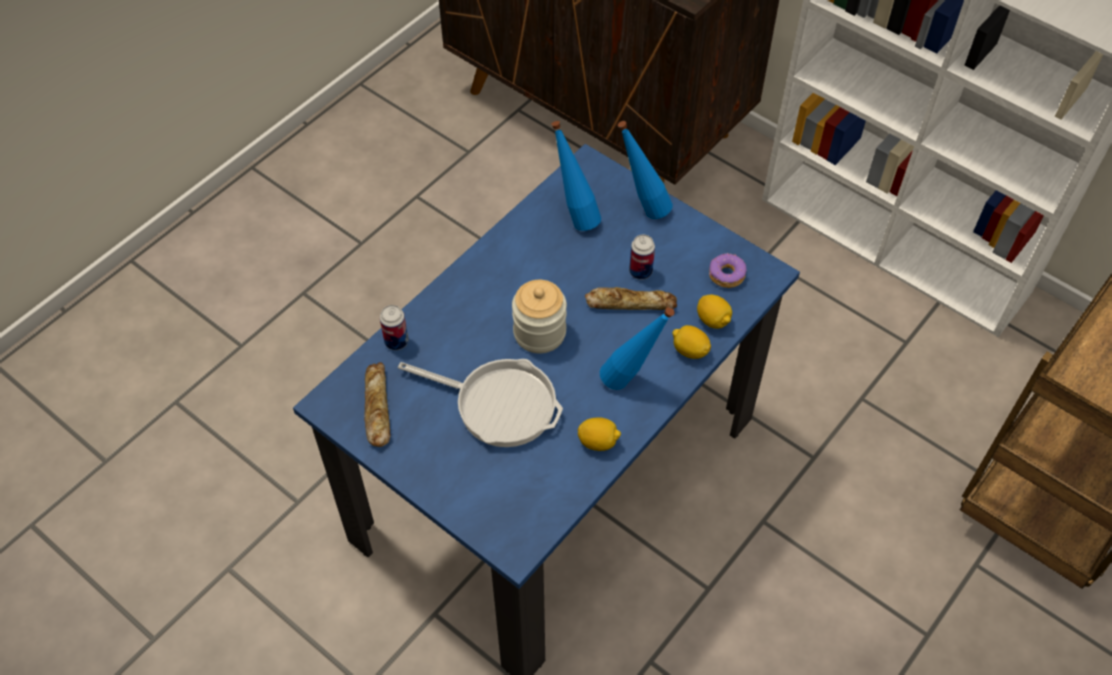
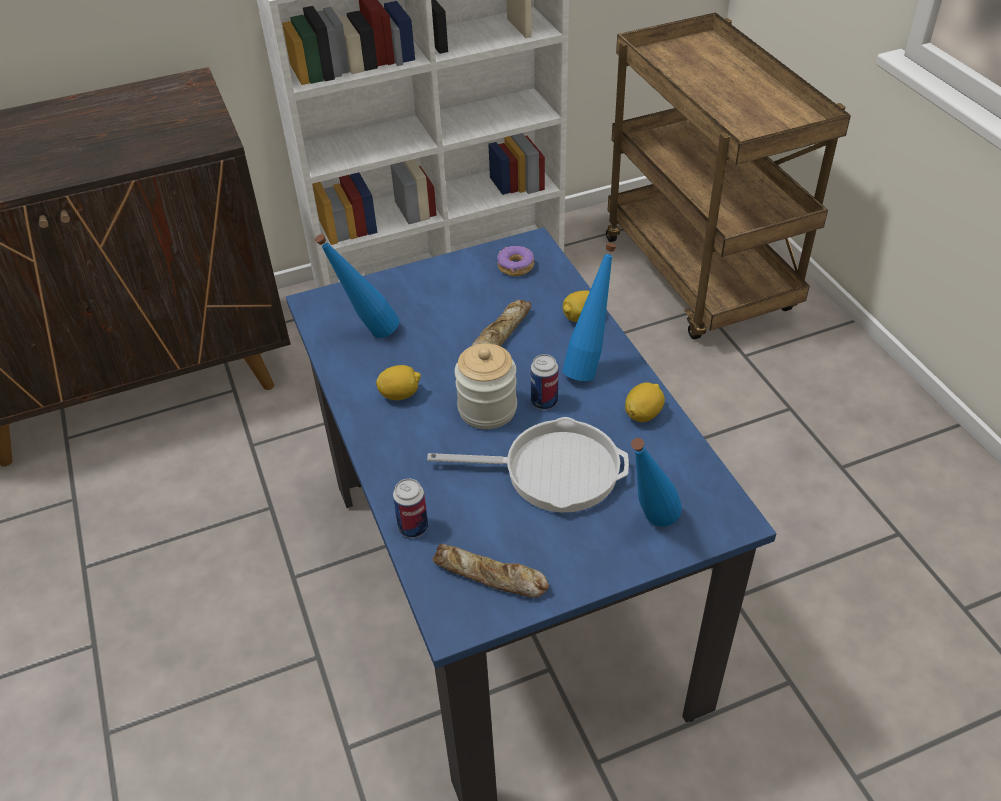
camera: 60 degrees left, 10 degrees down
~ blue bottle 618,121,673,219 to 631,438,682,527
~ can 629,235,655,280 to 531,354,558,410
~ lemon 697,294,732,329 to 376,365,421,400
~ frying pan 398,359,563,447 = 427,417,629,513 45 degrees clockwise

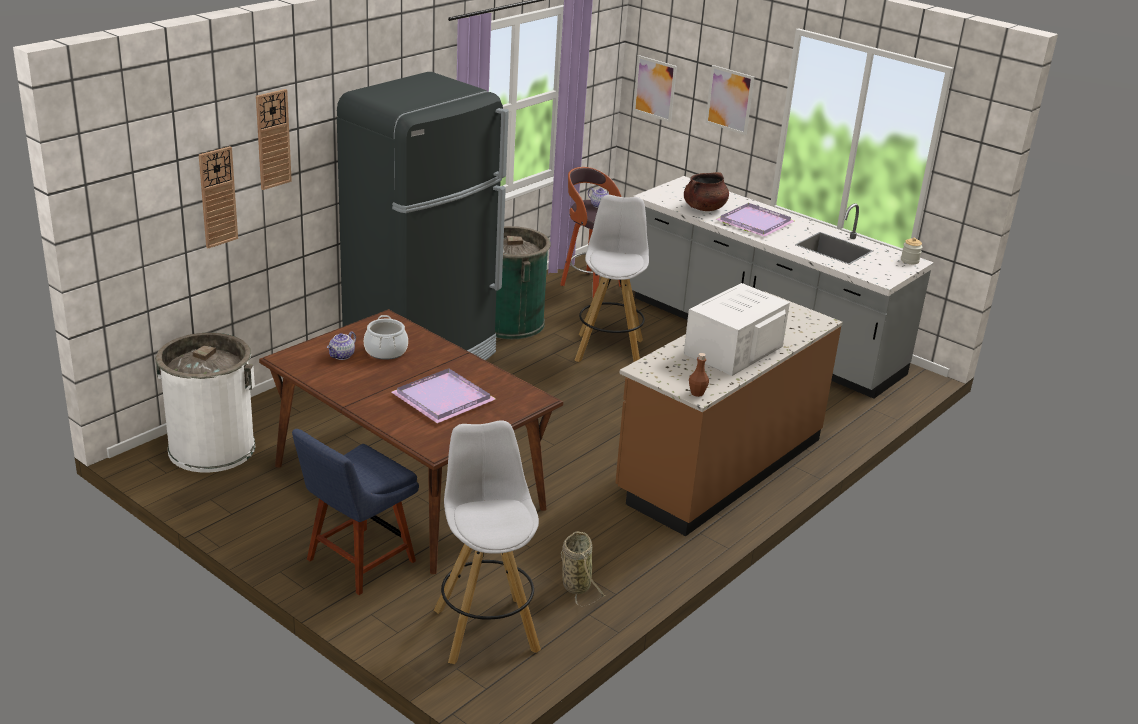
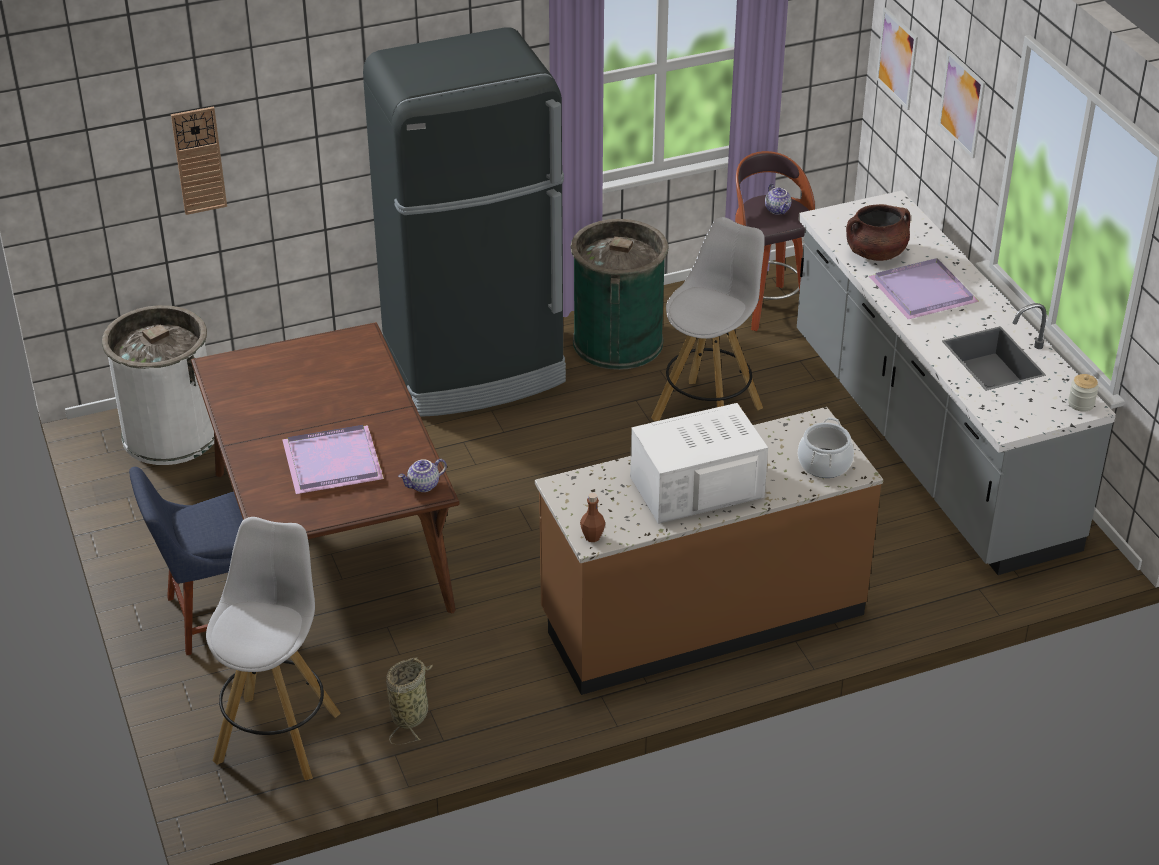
camera: 30 degrees right, 10 degrees up
- wall clock 256,89,292,190
~ cooking pot 364,315,408,360 to 798,417,854,478
~ teapot 327,331,356,360 to 398,459,447,492

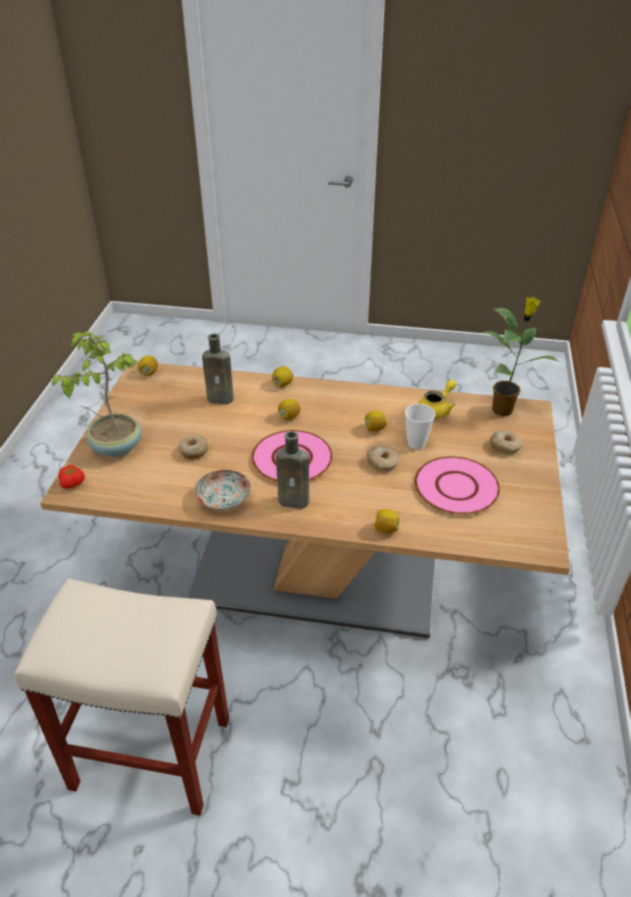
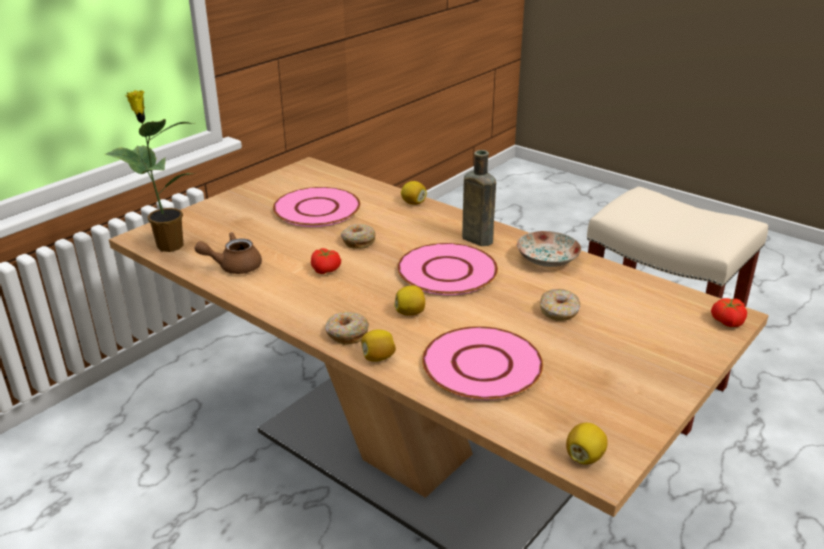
camera: 150 degrees left, 10 degrees down
- potted plant 52,331,141,457
~ brown bottle 202,334,234,404 to pink plate 422,326,543,400
~ yellow teapot 418,380,456,419 to brown teapot 194,232,262,274
- cup 405,404,435,449
~ lemon 365,411,387,432 to tomato 311,248,341,274
~ donut 490,431,522,454 to 325,312,369,345

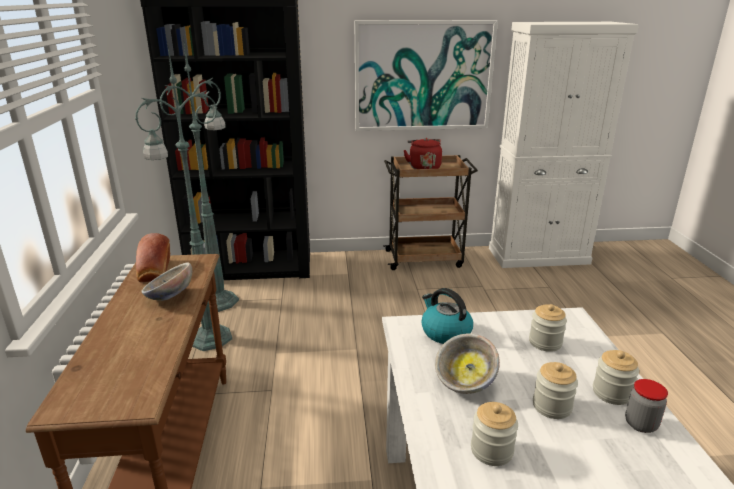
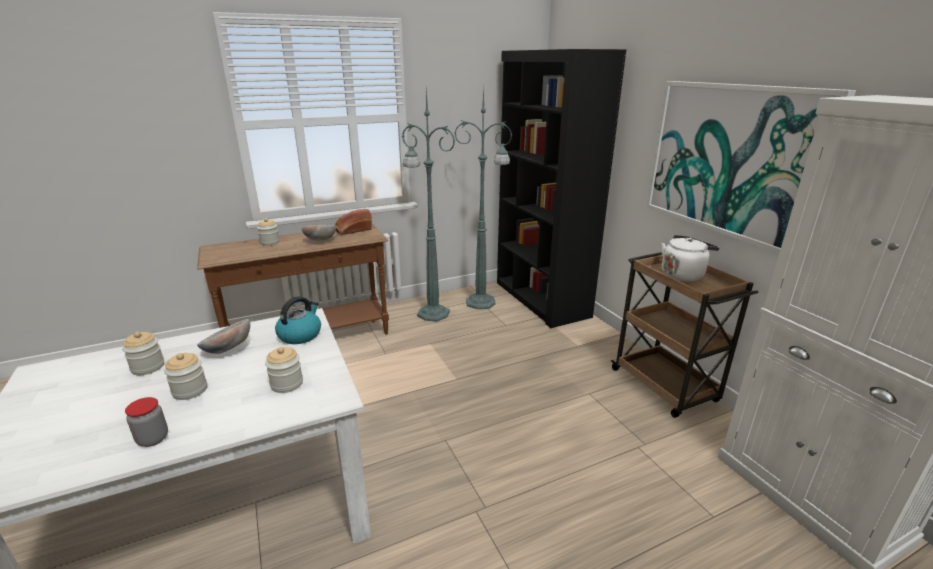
camera: 70 degrees right, 0 degrees up
~ red kettle 404,138,442,169 to white kettle 661,235,720,282
~ jar 593,350,639,405 to 257,218,280,246

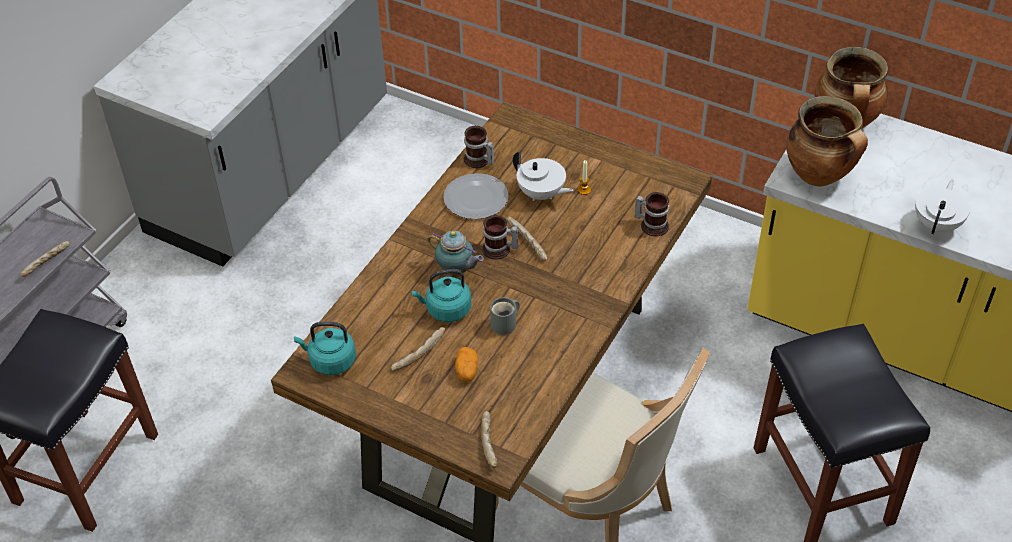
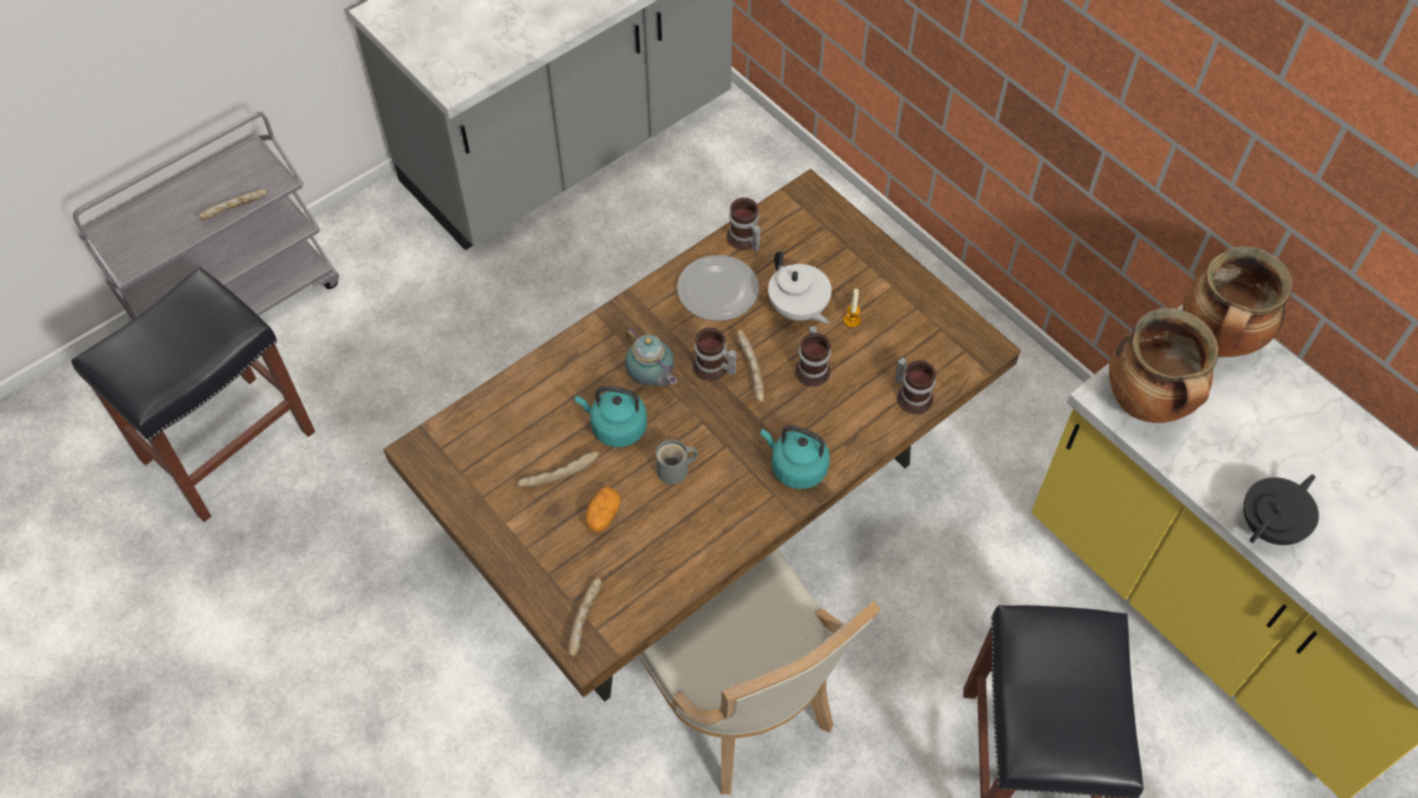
camera: 20 degrees right, 10 degrees up
~ white teapot 915,180,970,234 to black teapot 1243,475,1319,545
~ turquoise kettle 294,322,356,375 to 761,425,830,489
+ mug 795,326,831,387

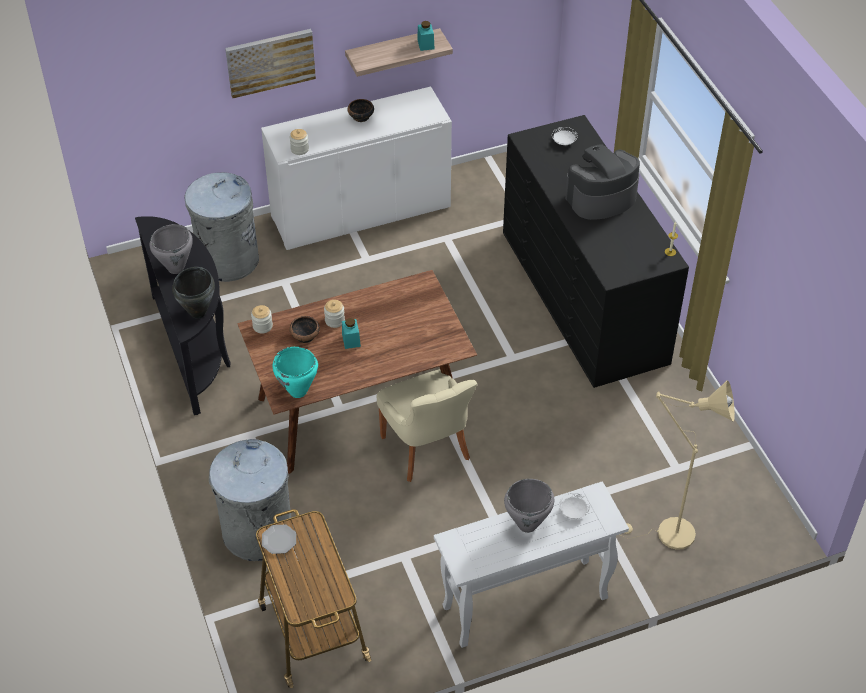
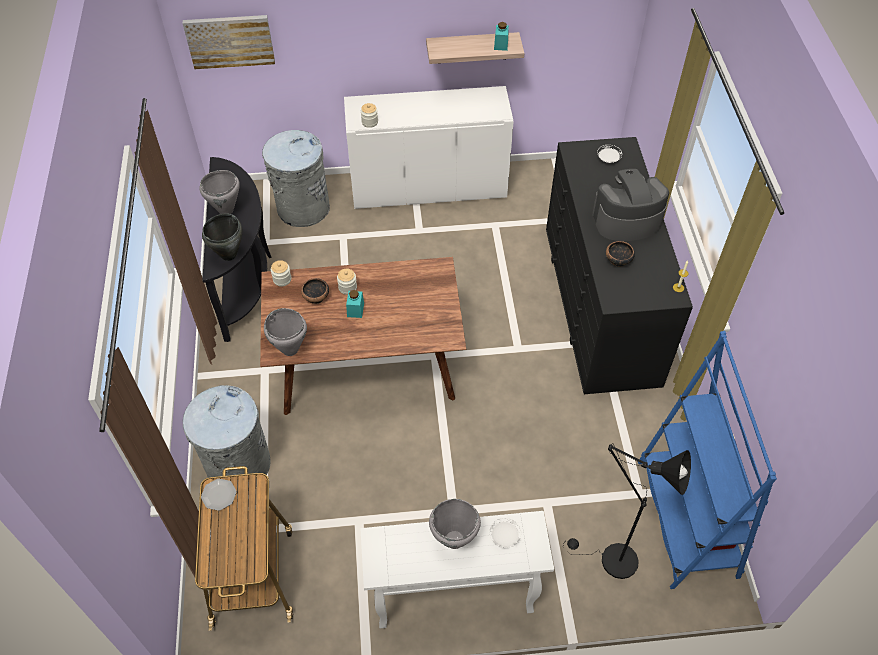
camera: 15 degrees right, 5 degrees up
~ picture 225,29,316,98 to 183,15,275,69
~ bowl 348,99,374,122 to 606,241,635,267
~ turquoise cooking pot 273,347,318,398 to grey cooking pot 264,308,307,356
- beige chair 377,369,477,482
~ beige floor lamp 622,380,735,550 to black floor lamp 563,443,691,579
+ blue bookcase 638,331,777,589

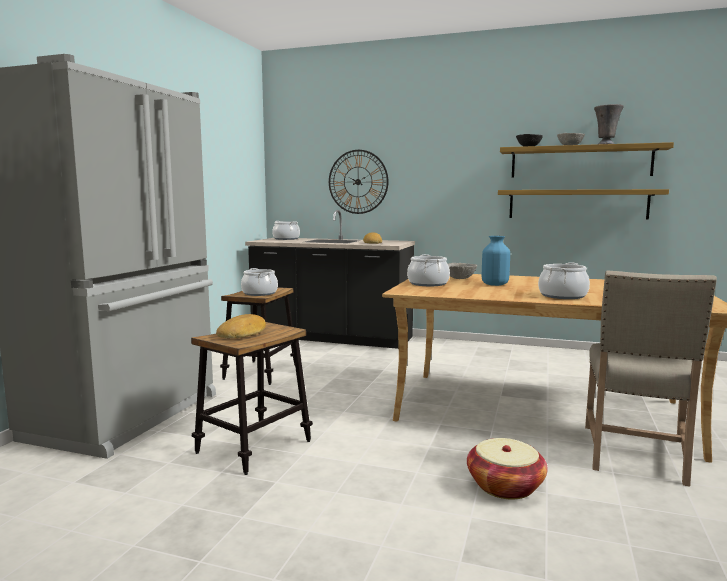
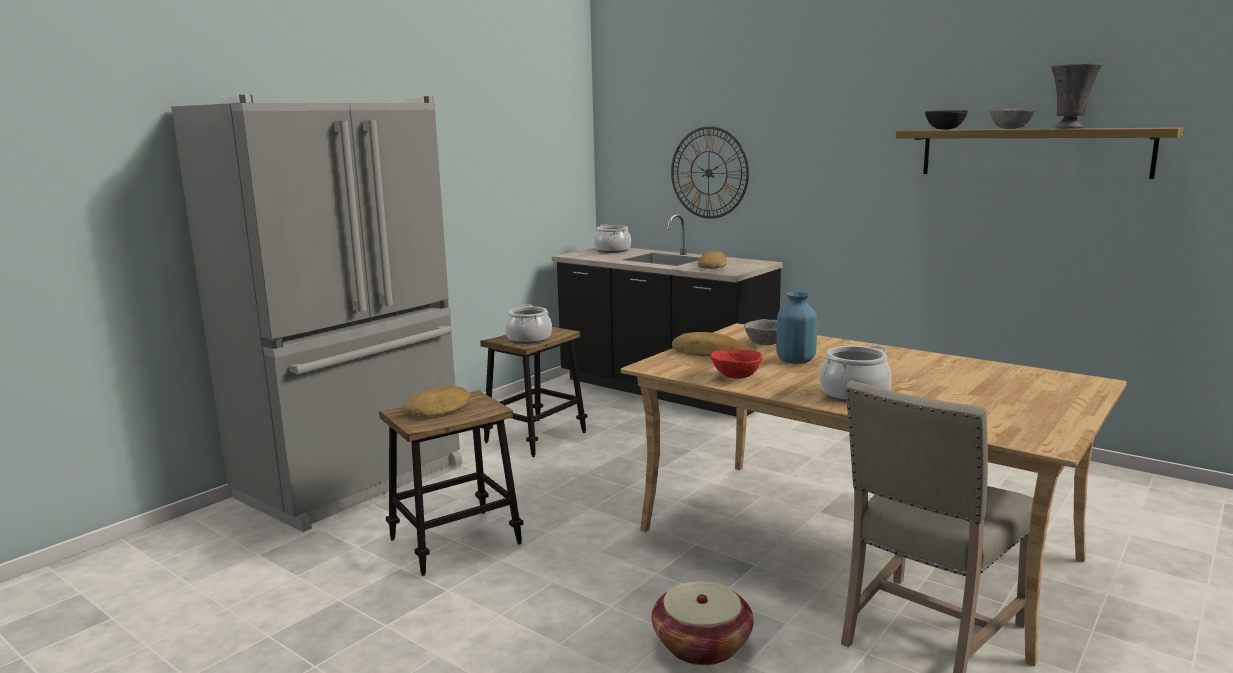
camera: 20 degrees right, 5 degrees up
- shelf 498,189,669,220
~ cooking pot 407,254,450,286 to bread 672,332,741,357
+ red bowl 711,349,762,379

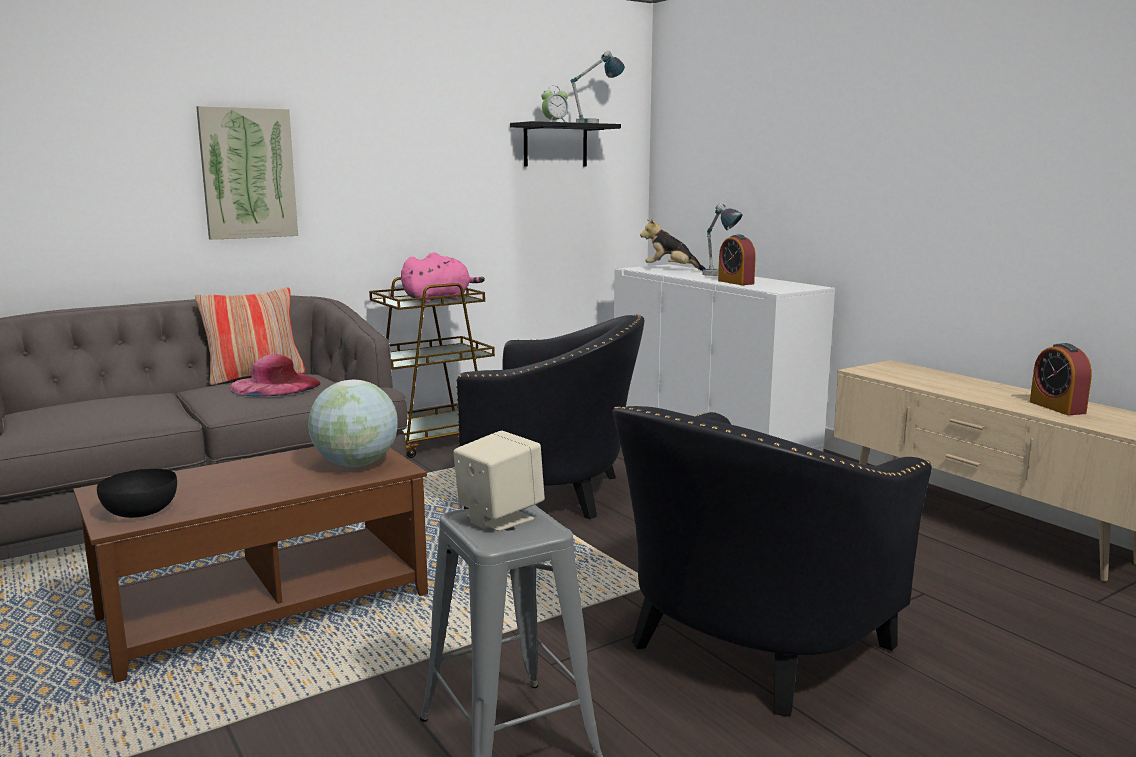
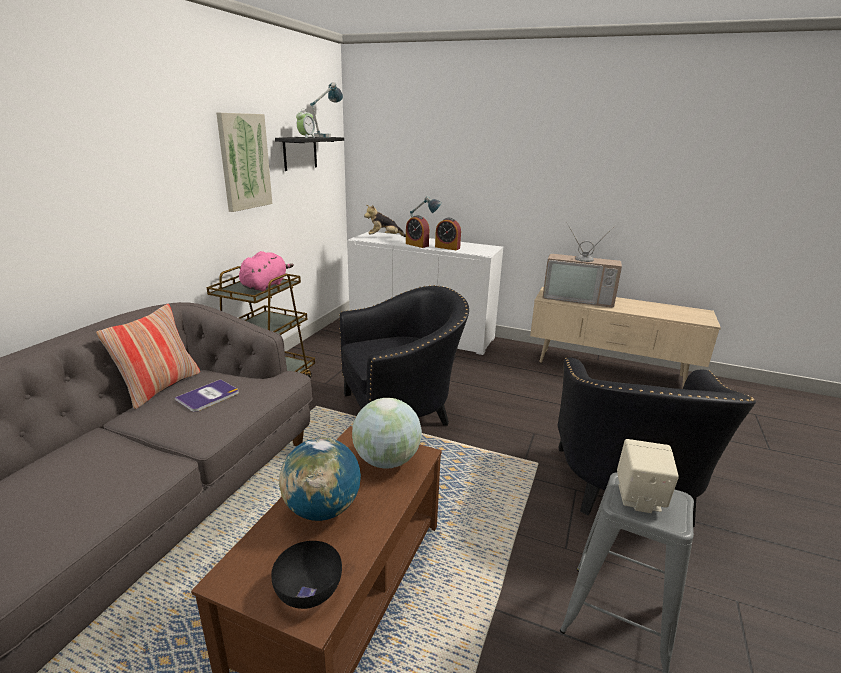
camera: 35 degrees left, 10 degrees up
~ picture 196,106,298,240 to 216,113,272,212
~ alarm clock 1030,343,1092,415 to 406,215,429,248
~ pink hat 229,354,321,396 to book 175,379,239,412
+ television 542,222,622,308
+ globe 279,438,361,521

